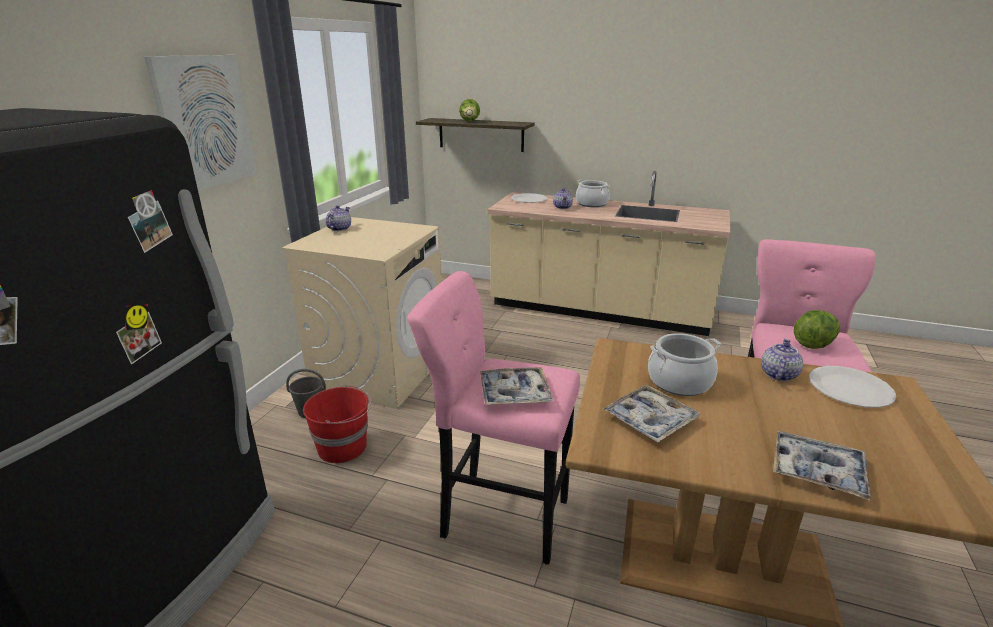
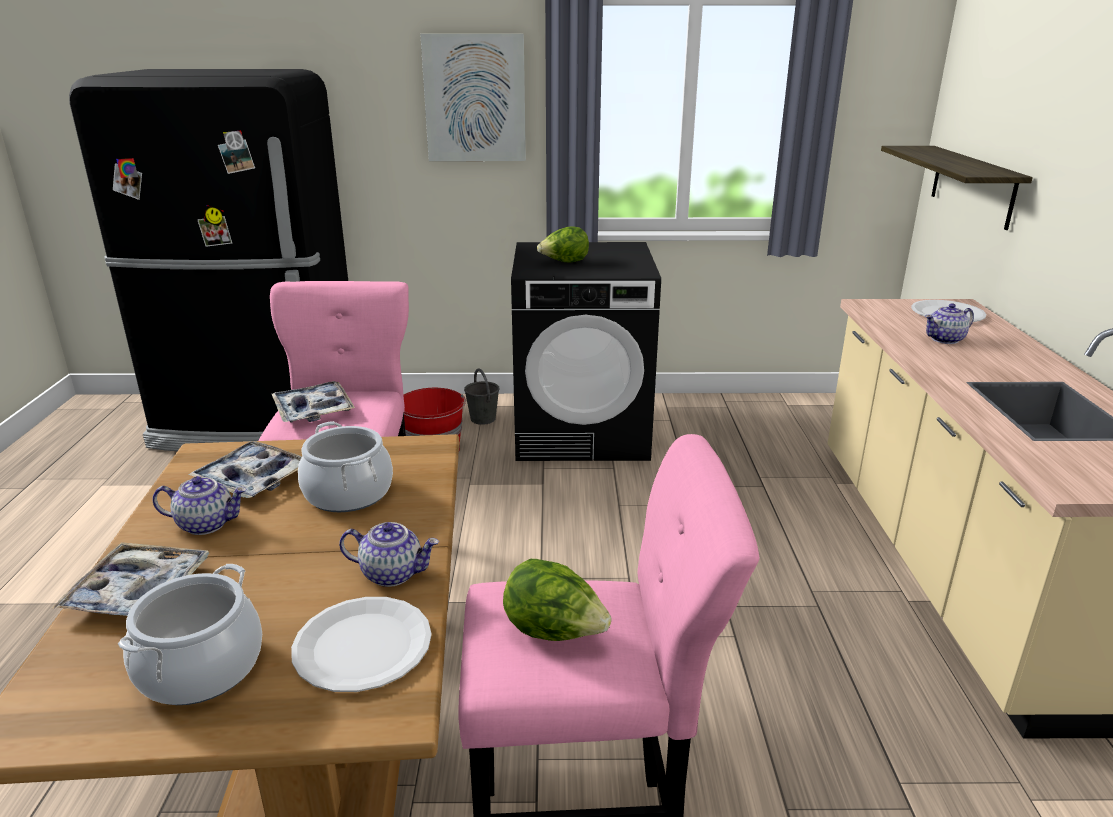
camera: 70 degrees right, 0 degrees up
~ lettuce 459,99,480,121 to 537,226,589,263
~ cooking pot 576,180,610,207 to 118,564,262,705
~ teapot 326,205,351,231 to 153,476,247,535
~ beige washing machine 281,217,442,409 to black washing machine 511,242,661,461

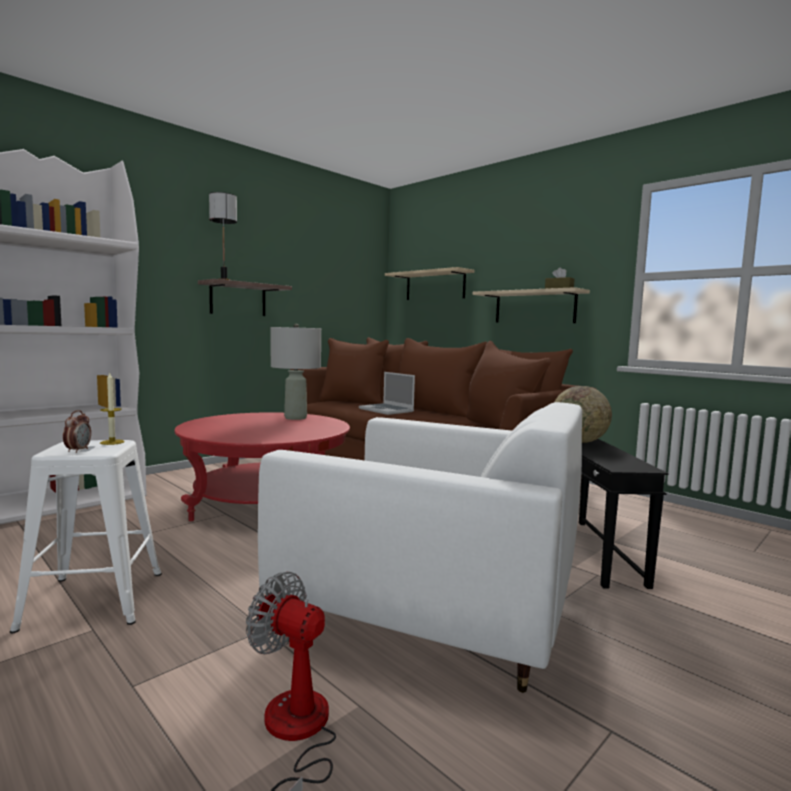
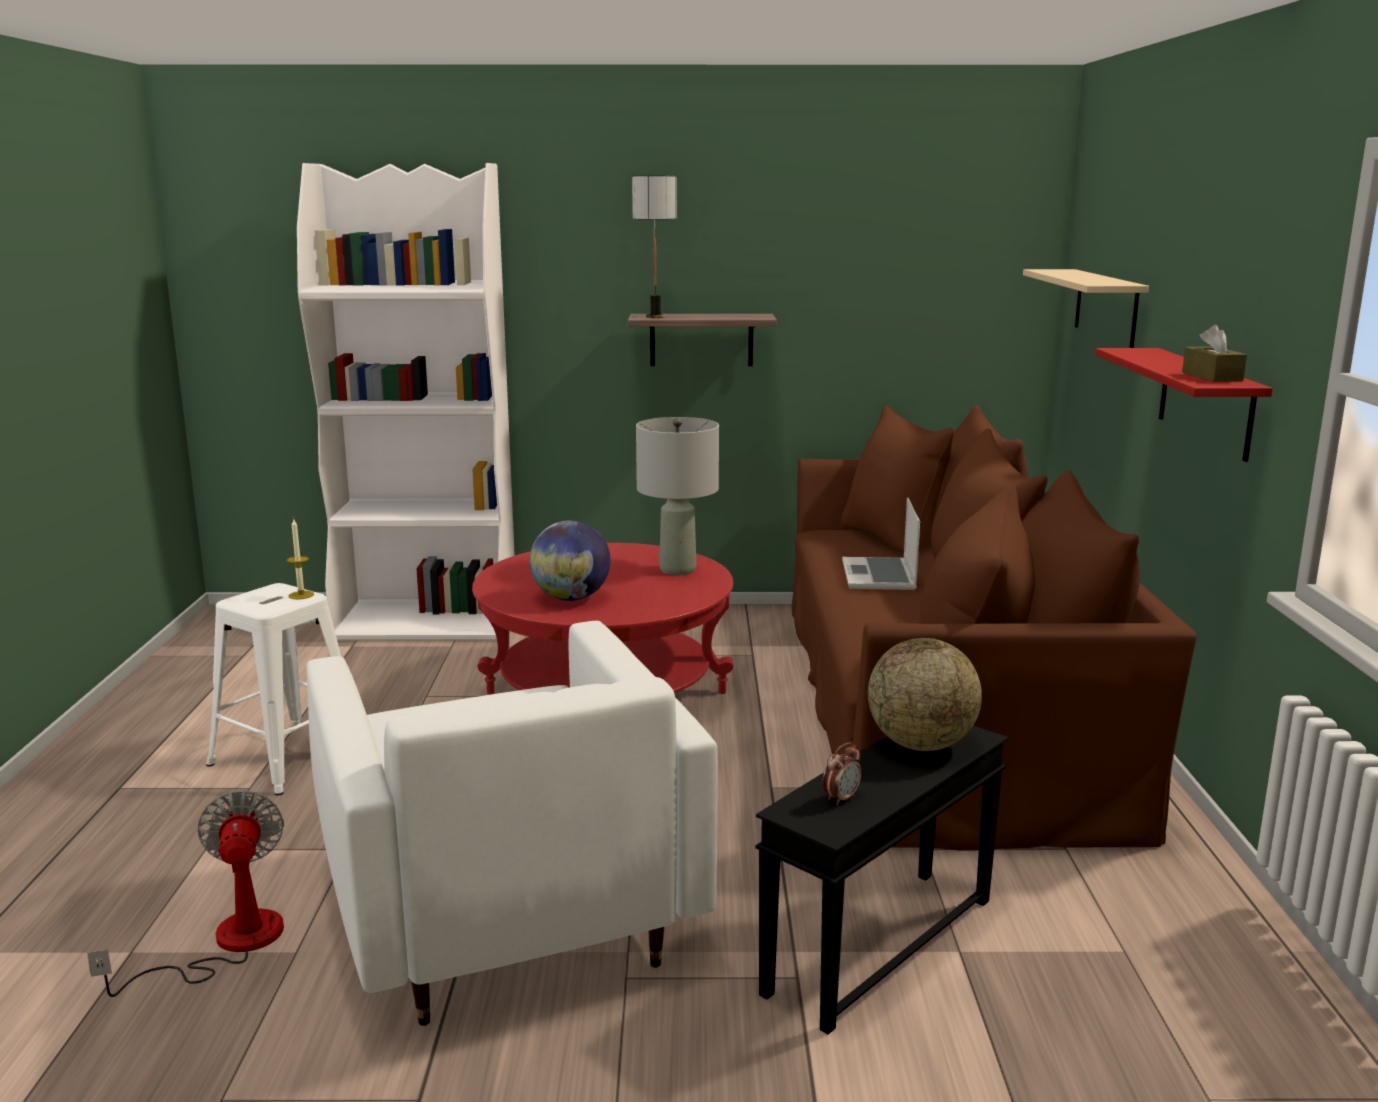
camera: 45 degrees right, 10 degrees up
~ beige shelf 473,287,590,323 to red shelf 1095,348,1273,462
~ alarm clock 63,410,91,453 to 822,743,862,806
+ globe 530,520,610,601

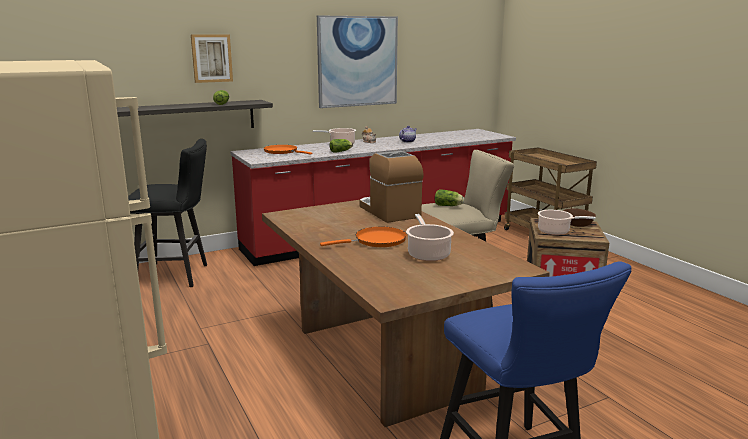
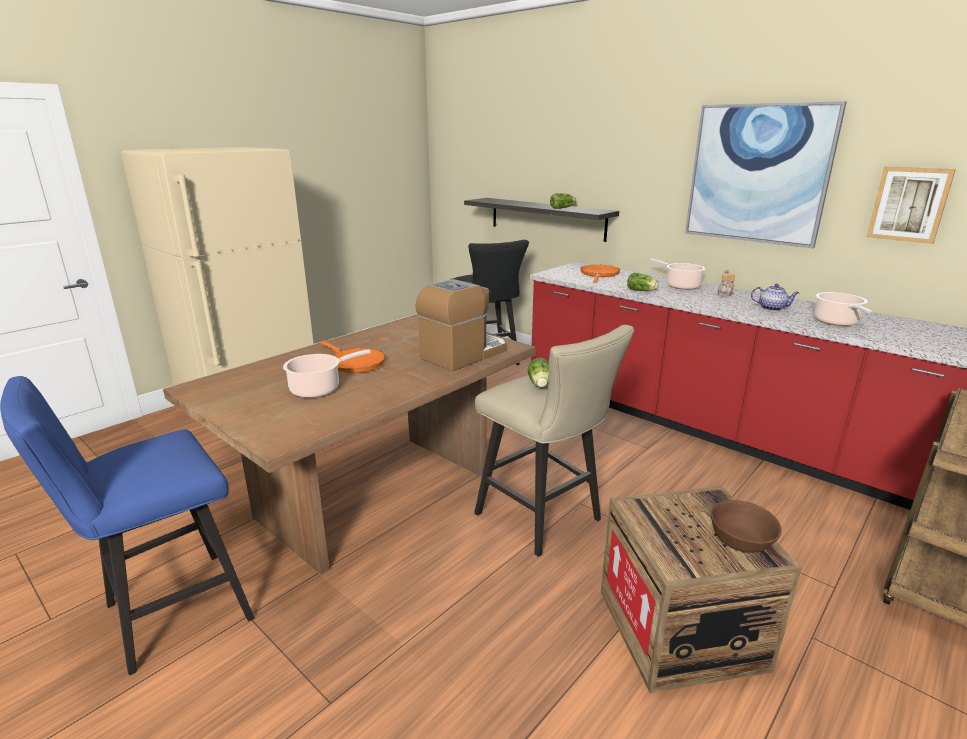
camera: 70 degrees right, 5 degrees up
~ picture 191,34,233,83 to 866,167,956,244
~ cooking pot 538,210,596,235 to 814,292,872,326

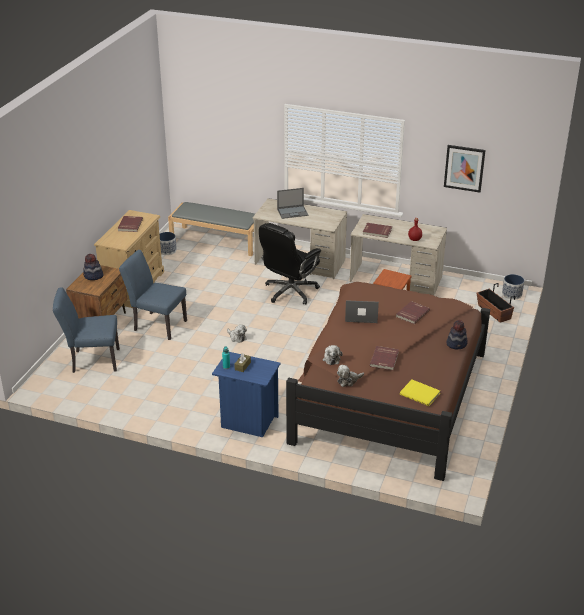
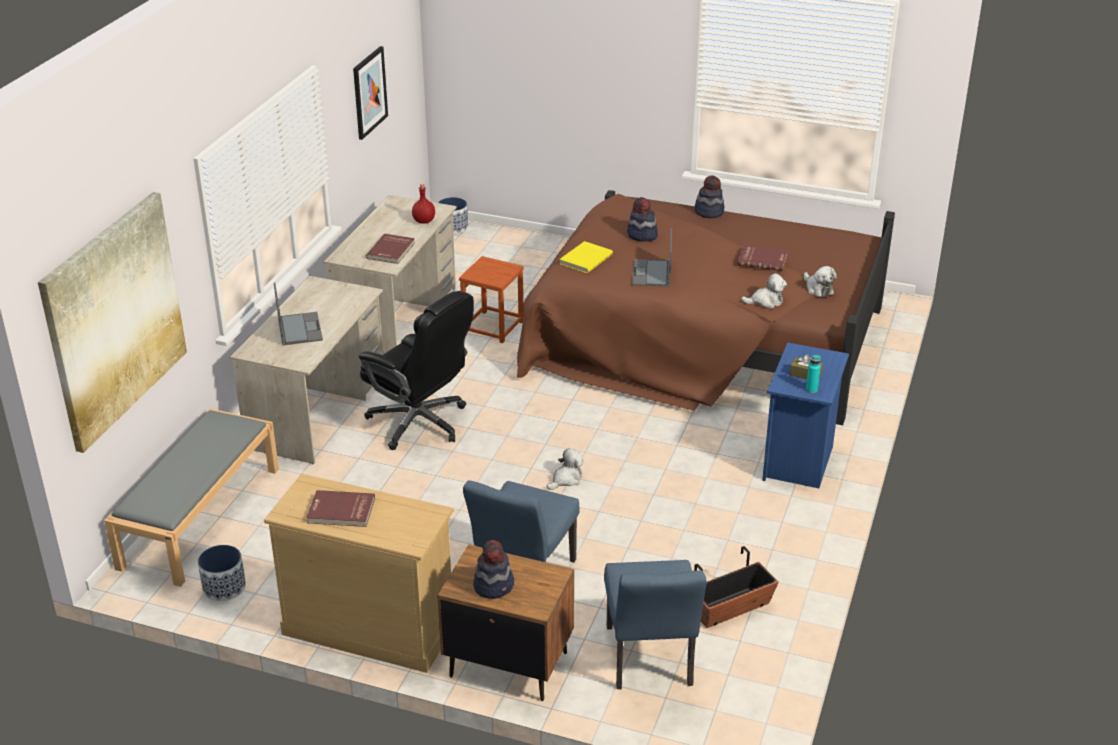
camera: 90 degrees left, 0 degrees up
~ planter 476,283,516,323 to 694,546,779,628
~ red book 396,301,430,324 to hat 627,197,658,242
~ yellow book 400,380,440,406 to 559,241,613,273
+ picture 38,192,187,453

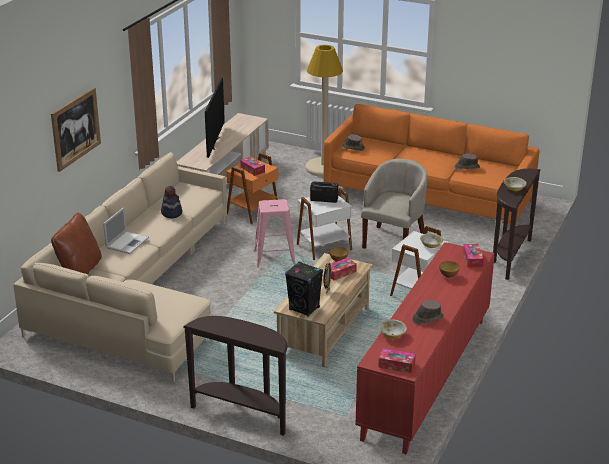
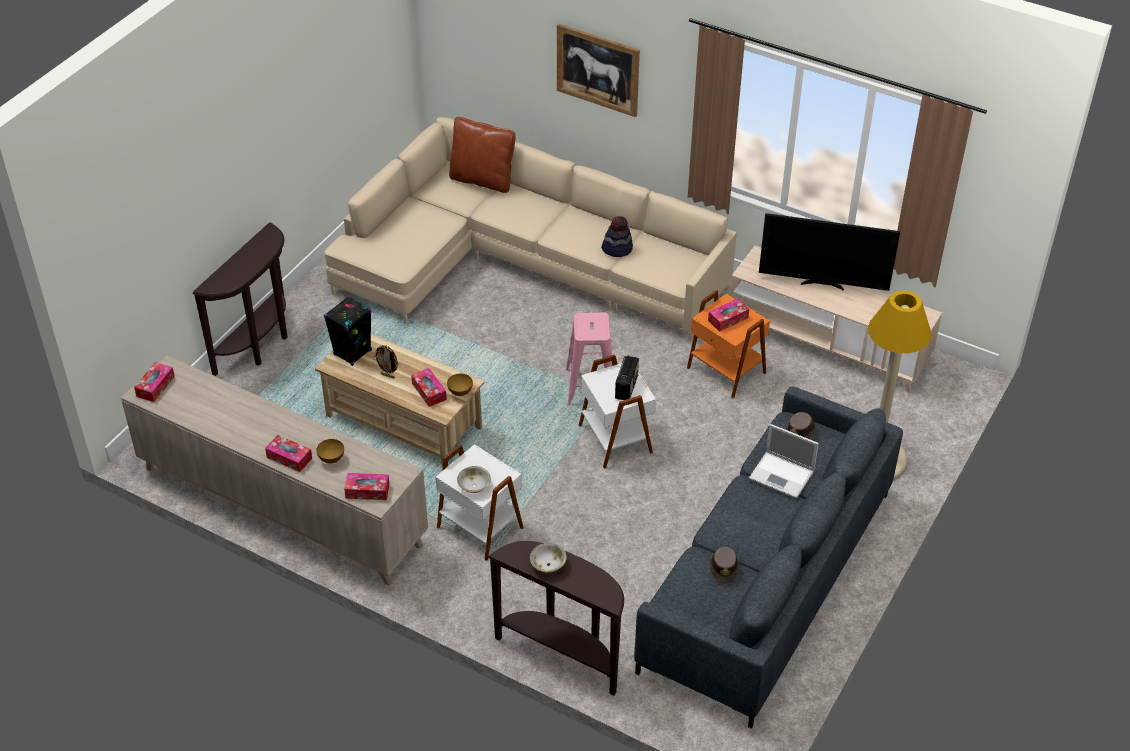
camera: 95 degrees right, 15 degrees up
~ orange sofa 324,104,539,225 to grey sofa 634,386,903,729
- beige armchair 361,159,428,249
~ laptop 103,208,149,254 to 749,424,819,499
~ red cabinet 355,242,494,454 to beige cabinet 121,355,428,586
- brown hat 412,300,444,325
- bowl 379,319,407,339
+ tissue box 265,435,312,472

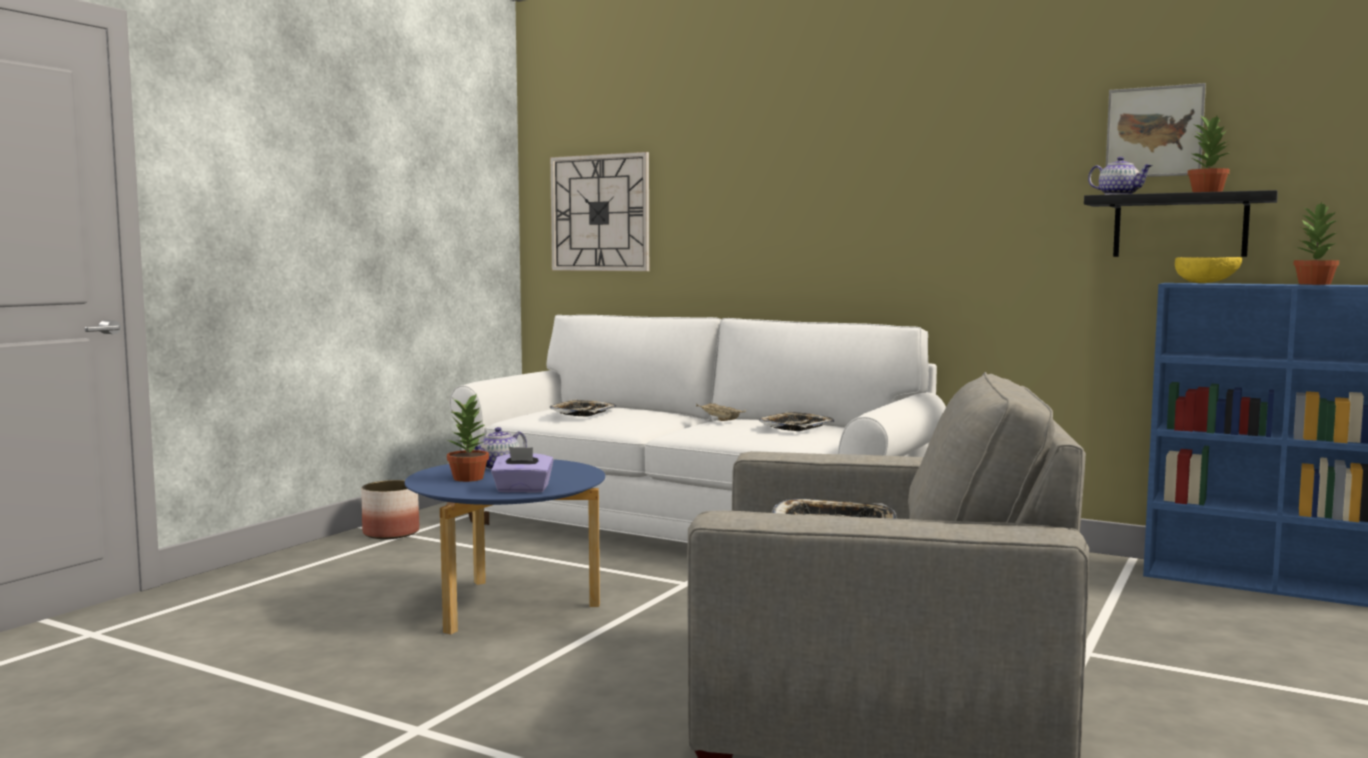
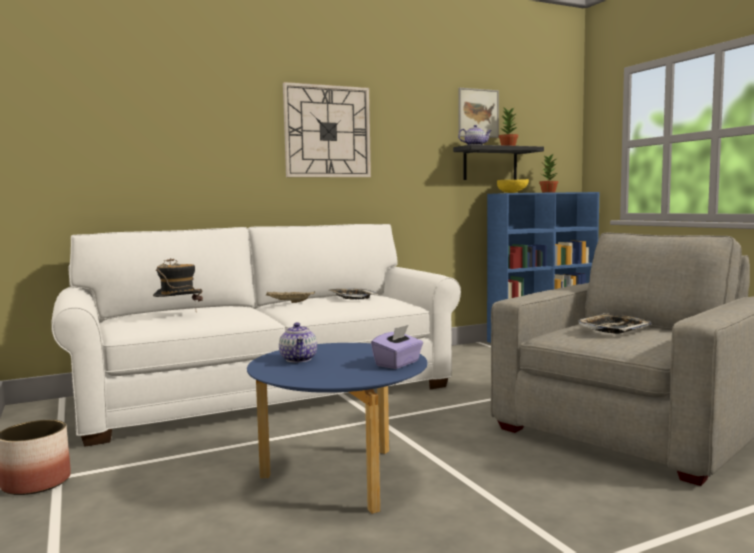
camera: 55 degrees left, 0 degrees up
~ wall clock 550,152,649,271 to 283,82,371,177
- potted plant 447,393,489,482
~ tray 550,400,616,417 to hat 153,258,203,303

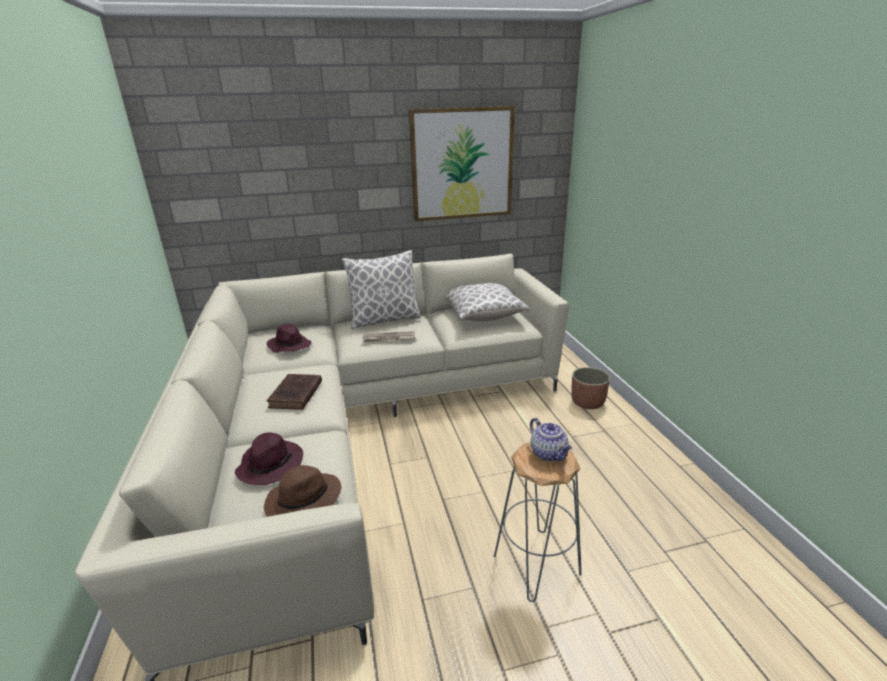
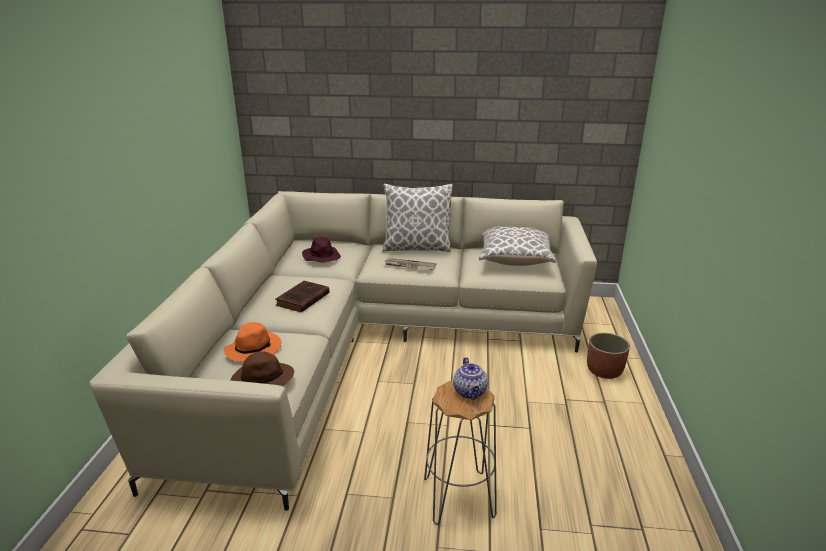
camera: 20 degrees right, 0 degrees up
- picture 409,106,515,221
~ purple hat 235,433,303,485 to orange hat 224,322,281,362

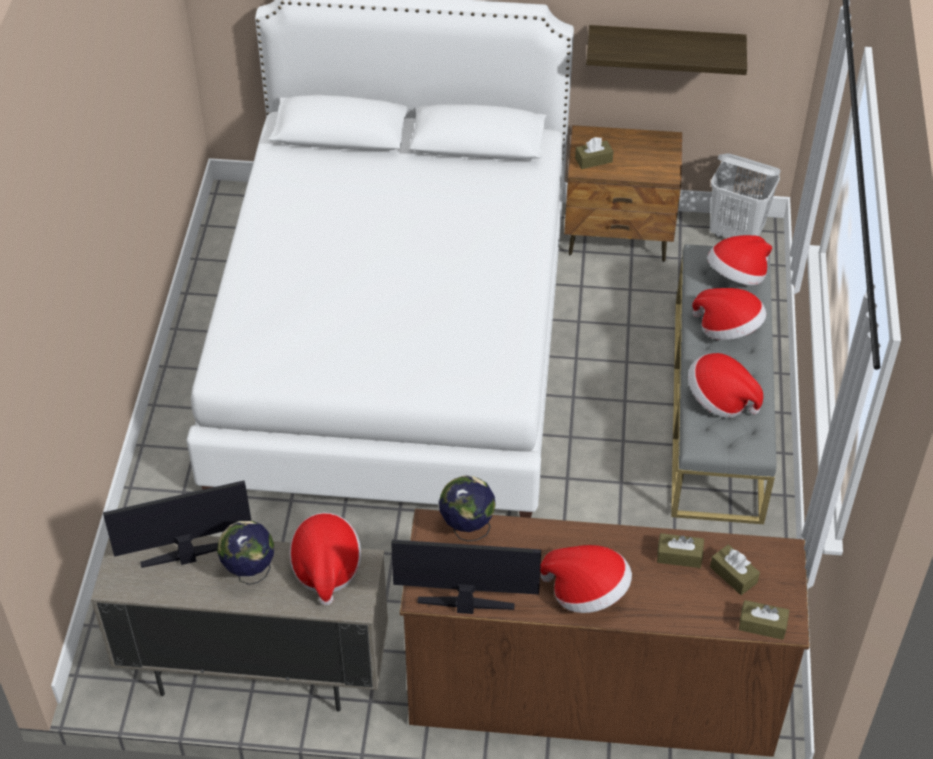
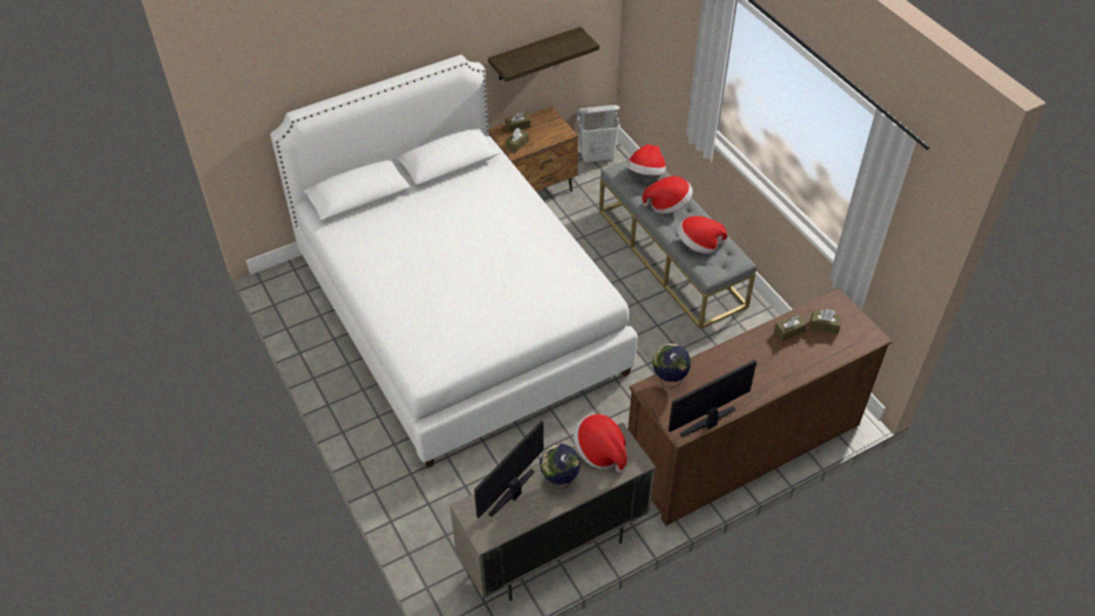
camera: 35 degrees left, 0 degrees up
- hat 540,545,632,613
~ brown tissue box 739,600,789,640 to 505,112,531,133

